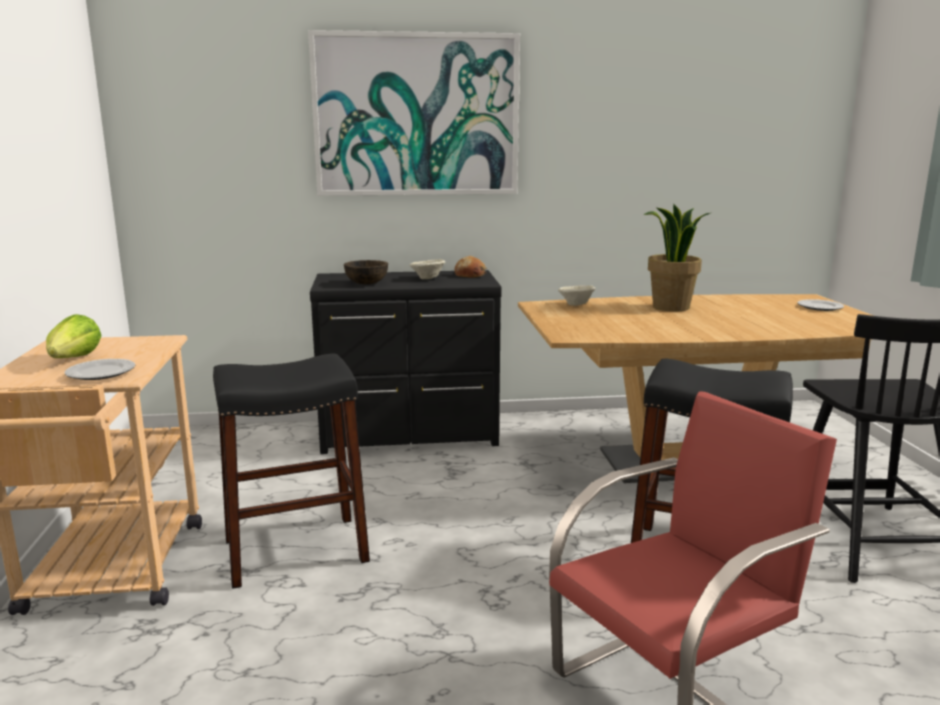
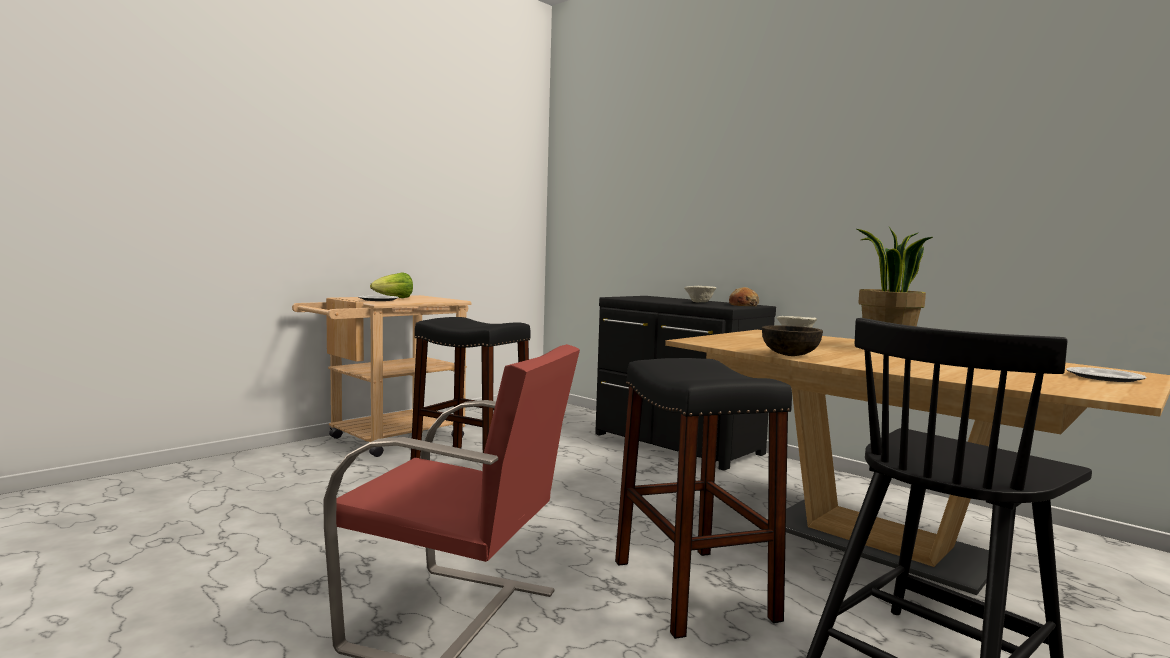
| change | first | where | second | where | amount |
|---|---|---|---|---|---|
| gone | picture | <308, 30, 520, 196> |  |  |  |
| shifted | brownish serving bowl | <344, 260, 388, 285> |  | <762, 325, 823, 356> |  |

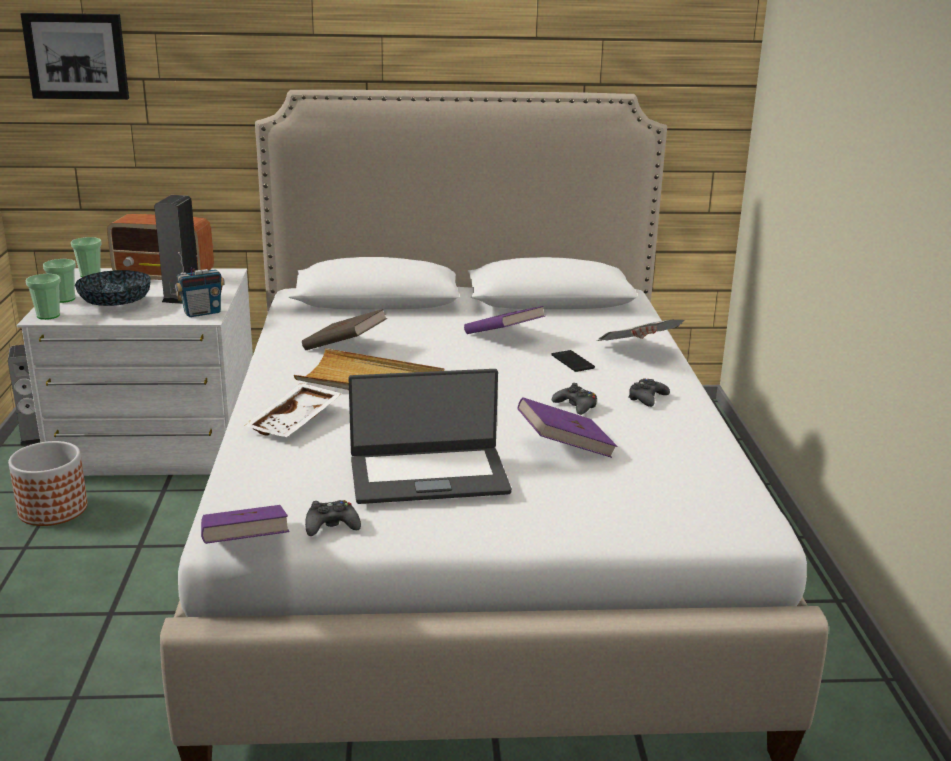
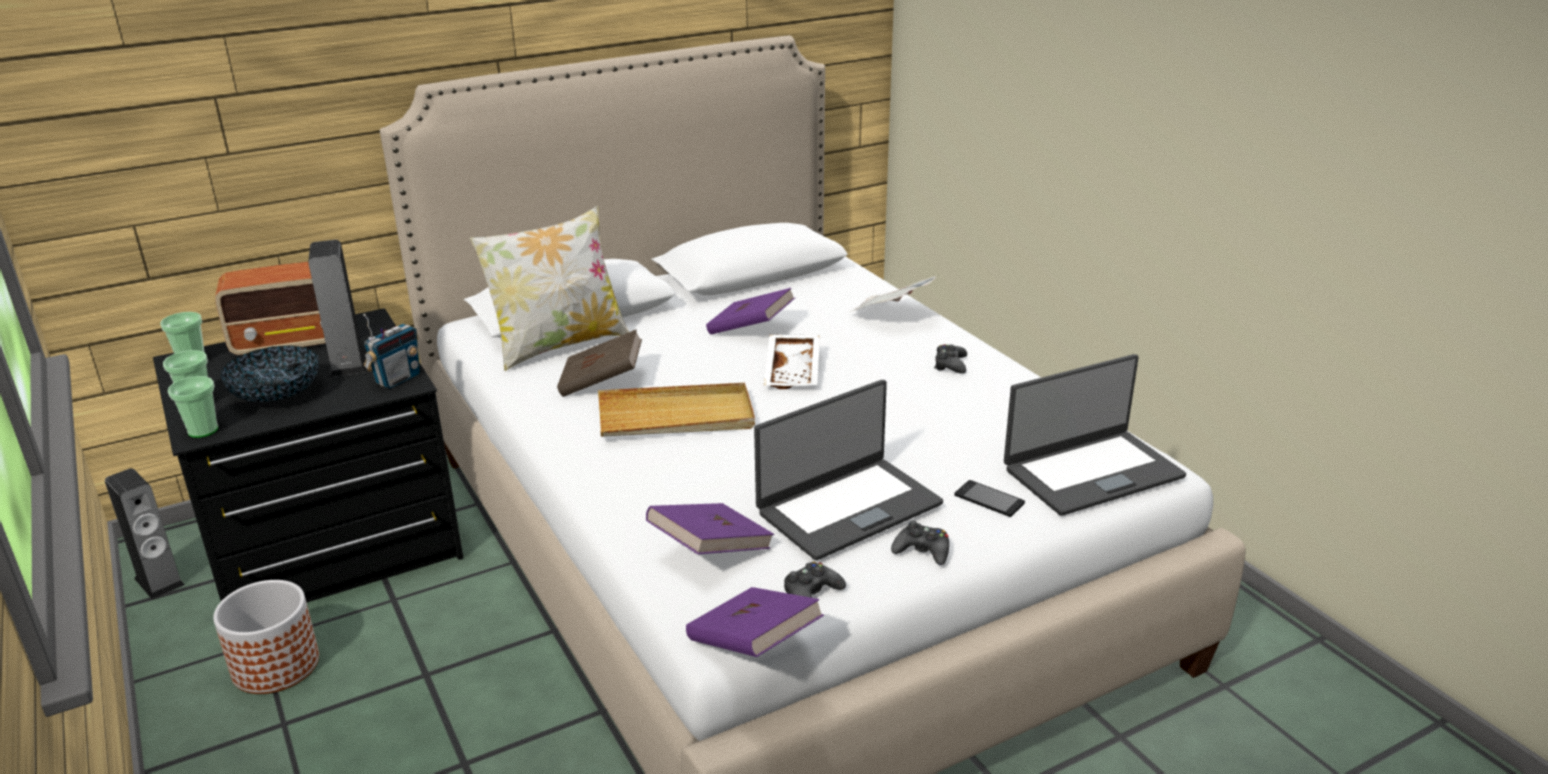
| change | first | where | second | where | amount |
|---|---|---|---|---|---|
| repainted | whitish drawer chest | <17, 268, 253, 476> | black-coloured drawer chest | <153, 308, 463, 602> |  |
| gone | picture | <20, 13, 129, 100> |  |  |  |
| shifted | whitish carrying tray | <244, 383, 342, 437> |  | <764, 335, 820, 389> |  |
| shifted | purple bound book | <517, 397, 617, 458> |  | <646, 503, 774, 554> |  |
| shifted | telephone | <551, 350, 595, 372> |  | <954, 480, 1025, 517> |  |
| shifted | black-coloured game controller | <552, 383, 597, 415> |  | <891, 520, 949, 565> |  |
| new |  |  | cushion | <470, 206, 629, 371> |  |
| new |  |  | laptop | <1004, 354, 1186, 516> |  |

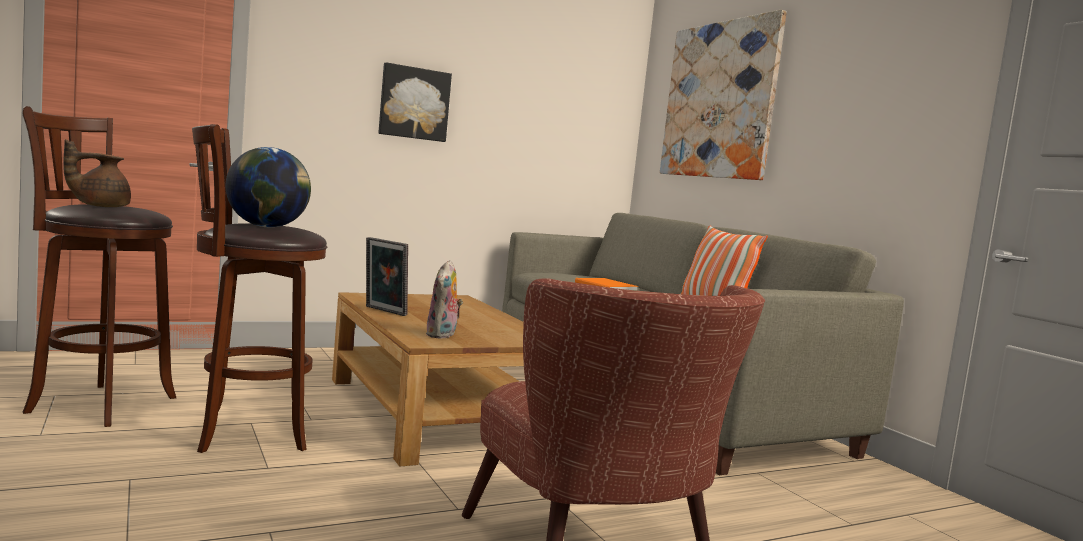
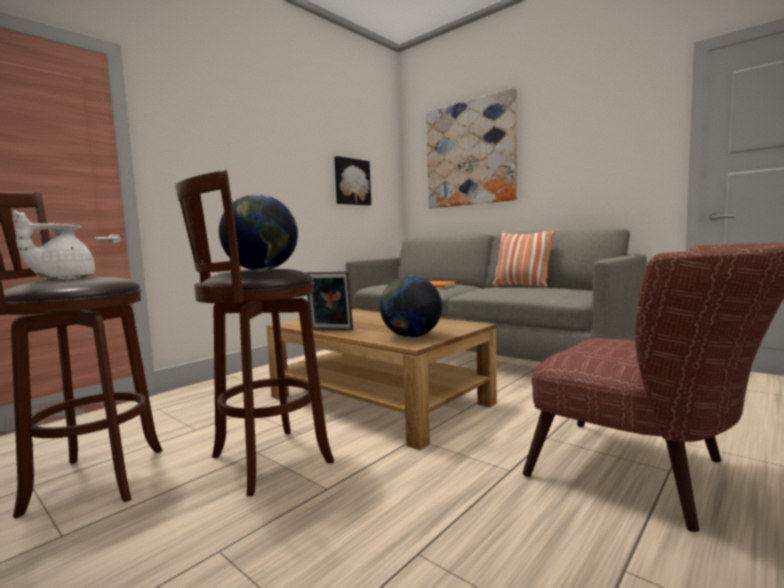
| change | first | where | second | where | amount |
|---|---|---|---|---|---|
| repainted | brownish pot for tea | <64, 139, 131, 207> | whitish pot for tea | <13, 210, 95, 280> |  |
| shifted | picture | <378, 62, 452, 142> |  | <334, 156, 371, 206> |  |
| swapped | cuddly toy | <426, 260, 463, 339> | world globe | <380, 276, 442, 337> |  |

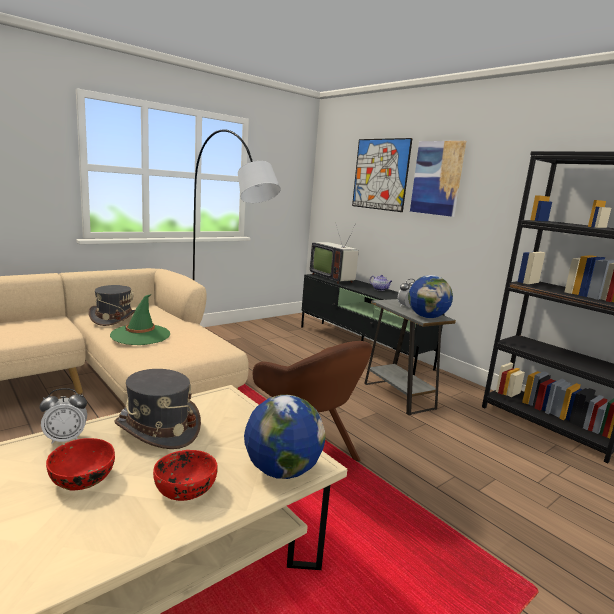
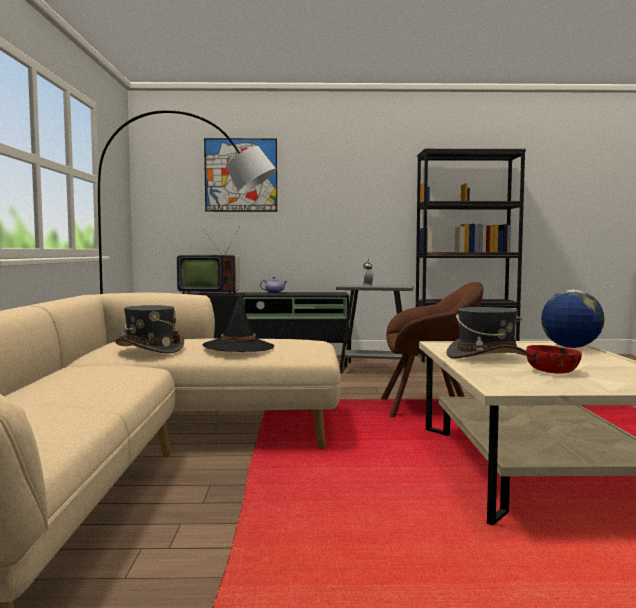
| change | first | where | second | where | amount |
|---|---|---|---|---|---|
| gone | bedside clock | <40, 388, 87, 444> |  |  |  |
| repainted | green-coloured wearable hat | <110, 294, 170, 345> | black-coloured wearable hat | <203, 293, 274, 352> |  |
| gone | reddish serving bowl | <153, 450, 218, 501> |  |  |  |
| gone | world globe | <408, 275, 453, 318> |  |  |  |
| gone | picture | <410, 141, 466, 217> |  |  |  |

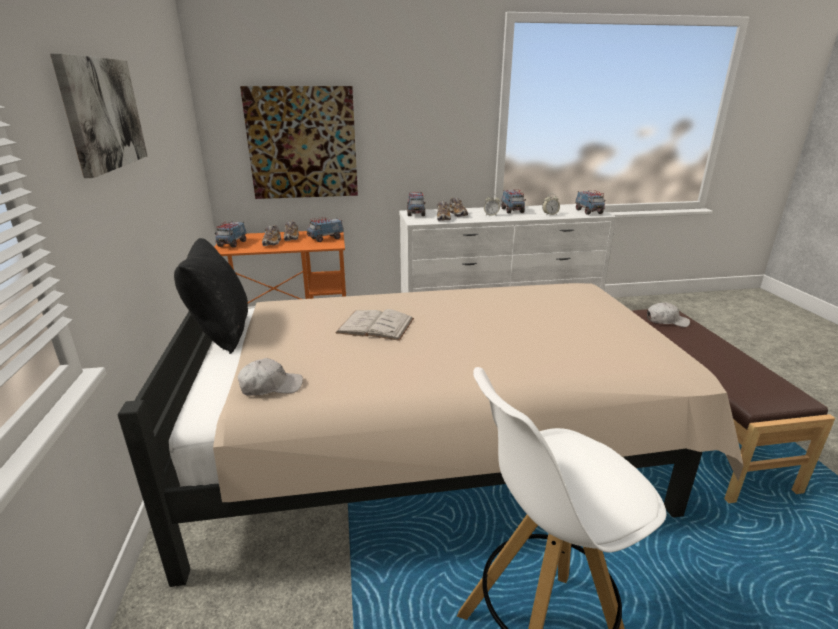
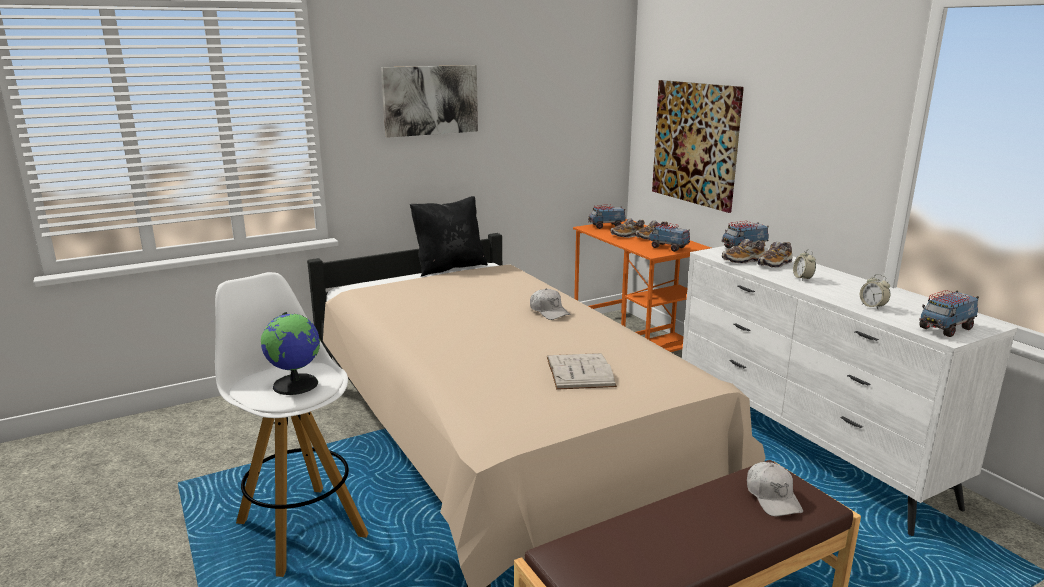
| change | first | where | second | where | amount |
|---|---|---|---|---|---|
| shifted | whitish baseball cap | <238, 358, 303, 396> |  | <530, 288, 571, 320> |  |
| shifted | whitish bound book | <336, 309, 414, 341> |  | <547, 353, 617, 390> |  |
| gone | model truck | <501, 190, 526, 213> |  |  |  |
| new |  |  | world globe | <261, 312, 320, 395> |  |

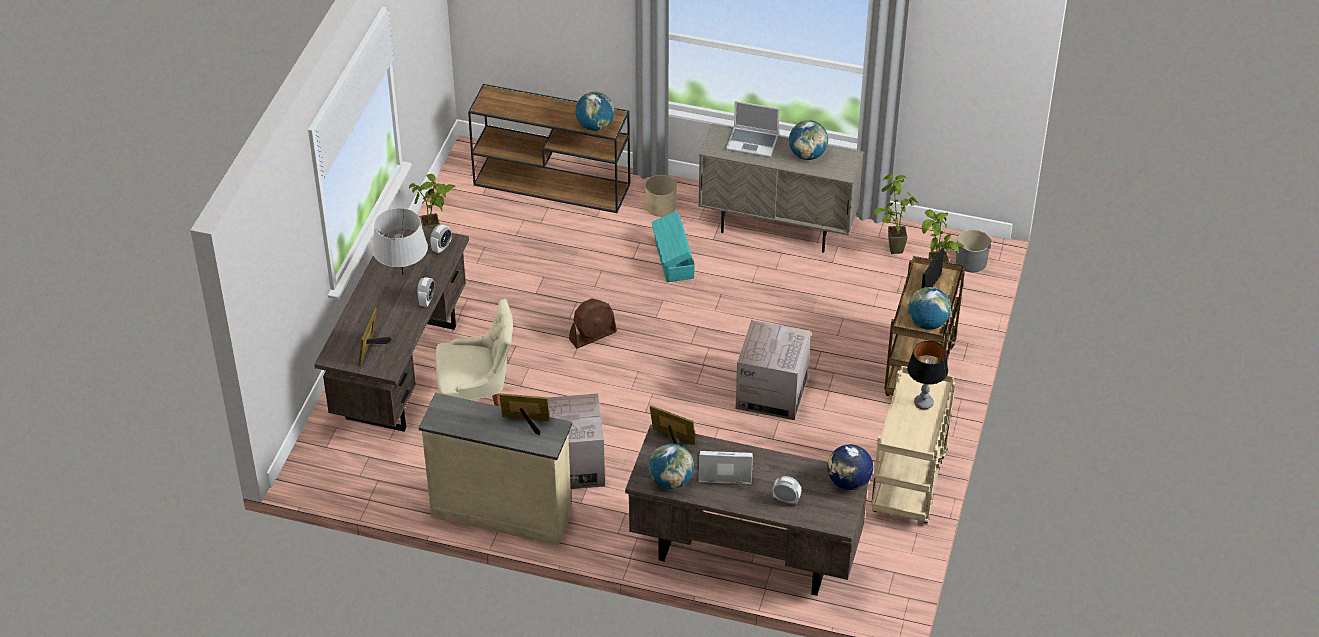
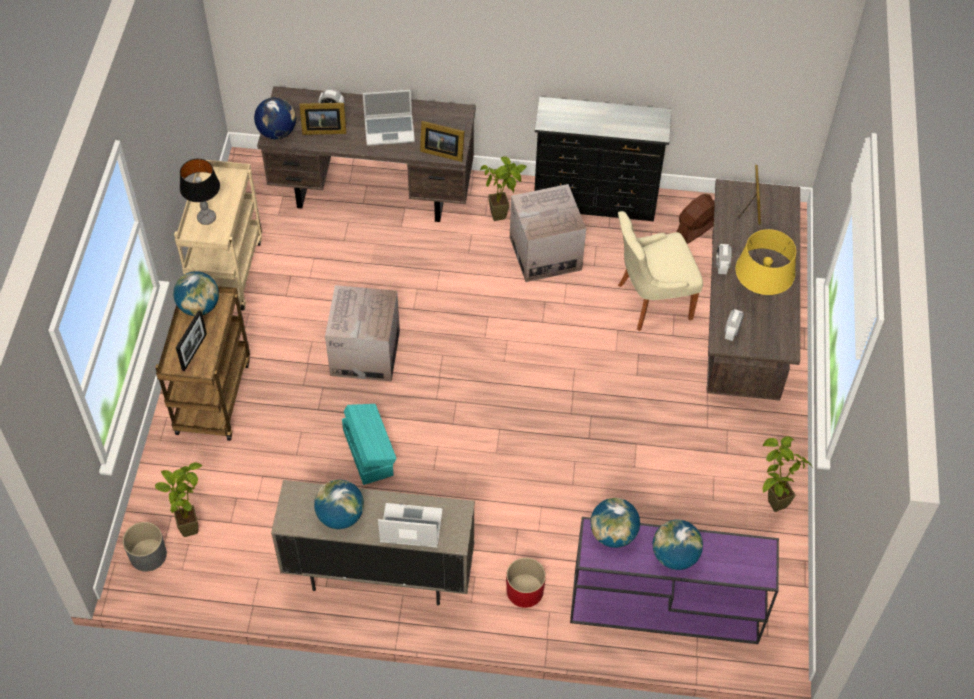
| change | first | where | second | where | amount |
|---|---|---|---|---|---|
| repainted | grey tabletop lamp | <372, 208, 428, 275> | yellowish tabletop lamp | <736, 229, 796, 295> |  |
| repainted | beige drawer chest | <419, 393, 572, 546> | black-coloured drawer chest | <534, 97, 672, 222> |  |
| repainted | brownish hall table | <468, 84, 630, 213> | purple hall table | <570, 517, 779, 644> |  |
| shifted | photo frame | <499, 393, 550, 436> |  | <299, 103, 346, 135> |  |
| shifted | brownish cooling fan | <569, 298, 617, 349> |  | <676, 194, 714, 244> |  |
| repainted | beige planter | <645, 175, 677, 217> | reddish planter | <506, 558, 546, 608> |  |
| shifted | world globe | <648, 443, 694, 489> |  | <653, 519, 703, 570> |  |
| shifted | turquoise-coloured storage box | <651, 211, 694, 282> |  | <342, 404, 397, 485> |  |
| shifted | houseplant | <872, 175, 919, 254> |  | <480, 156, 527, 221> |  |

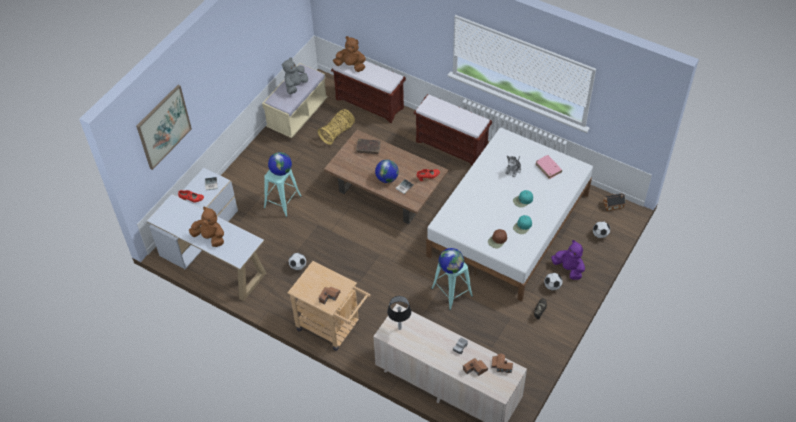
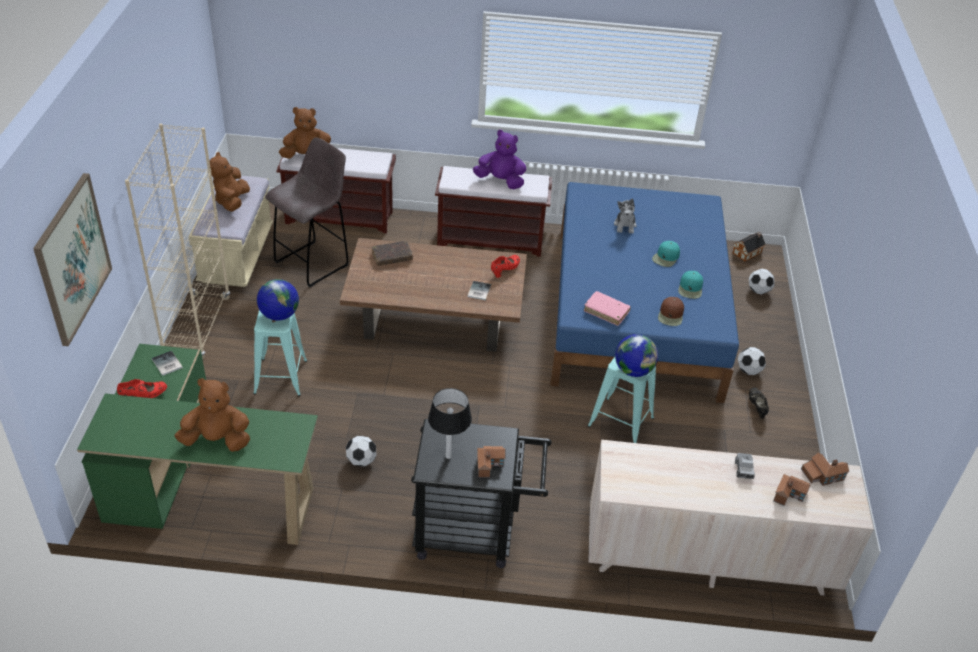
| change | first | where | second | where | amount |
|---|---|---|---|---|---|
| repainted | whitish desk unit | <147, 168, 266, 301> | green-coloured desk unit | <77, 344, 318, 545> |  |
| repainted | grey cuddly toy | <282, 57, 308, 94> | brownish cuddly toy | <209, 152, 250, 212> |  |
| repainted | beige cart | <288, 261, 371, 351> | black-coloured cart | <411, 419, 551, 568> |  |
| swapped | basket | <318, 109, 355, 145> | grey stool seat | <265, 138, 349, 287> |  |
| gone | world globe | <375, 160, 399, 183> |  |  |  |
| shifted | tabletop lamp | <387, 296, 411, 330> |  | <428, 388, 472, 459> |  |
| repainted | whitish sleeping bed | <426, 128, 593, 302> | blue sleeping bed | <550, 182, 739, 403> |  |
| shifted | pink bound book | <535, 155, 562, 179> |  | <584, 291, 631, 326> |  |
| shifted | purple cuddly toy | <551, 240, 585, 280> |  | <473, 130, 527, 189> |  |
| new |  |  | beige bookcase | <125, 124, 230, 359> |  |

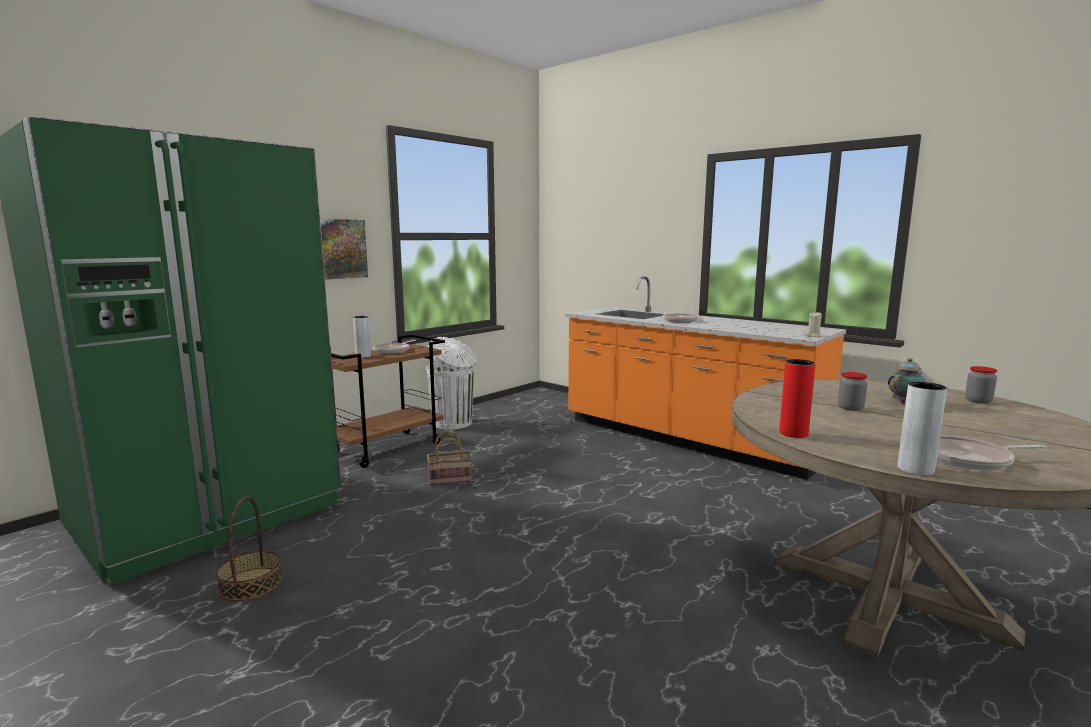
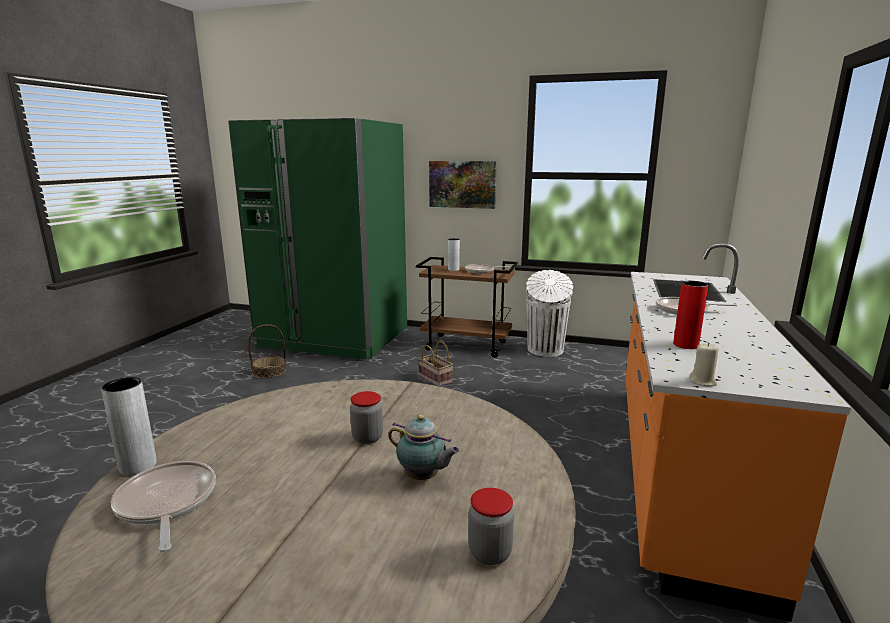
| change | first | where | second | where | amount |
|---|---|---|---|---|---|
| shifted | reddish flower vase | <779, 359, 815, 438> |  | <673, 281, 708, 349> |  |

